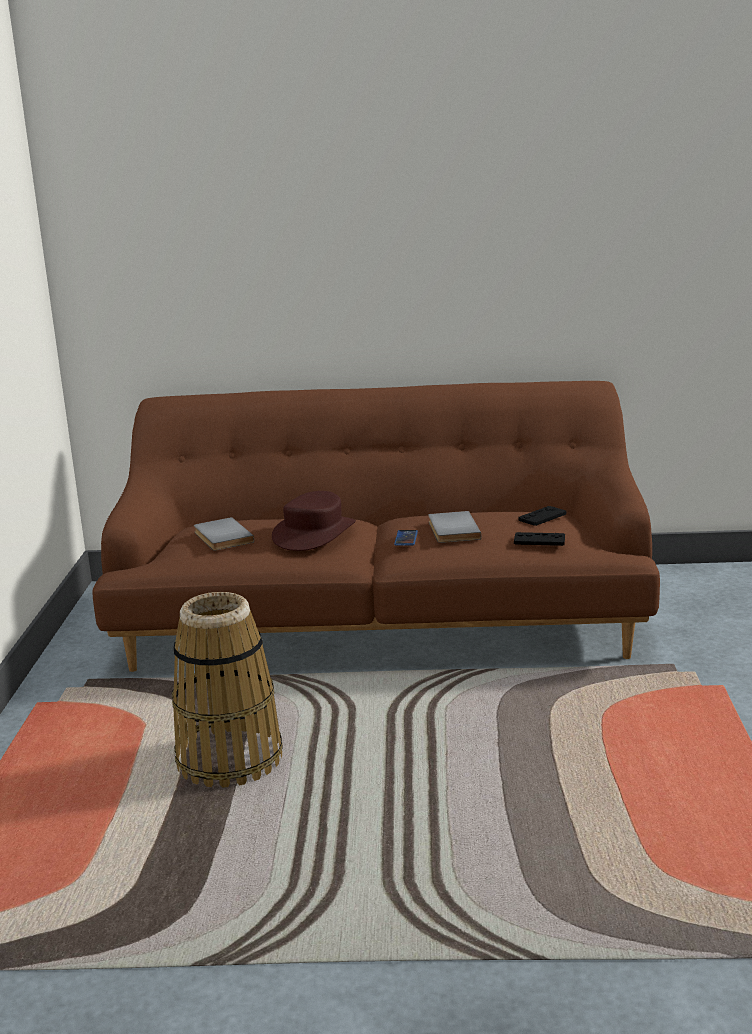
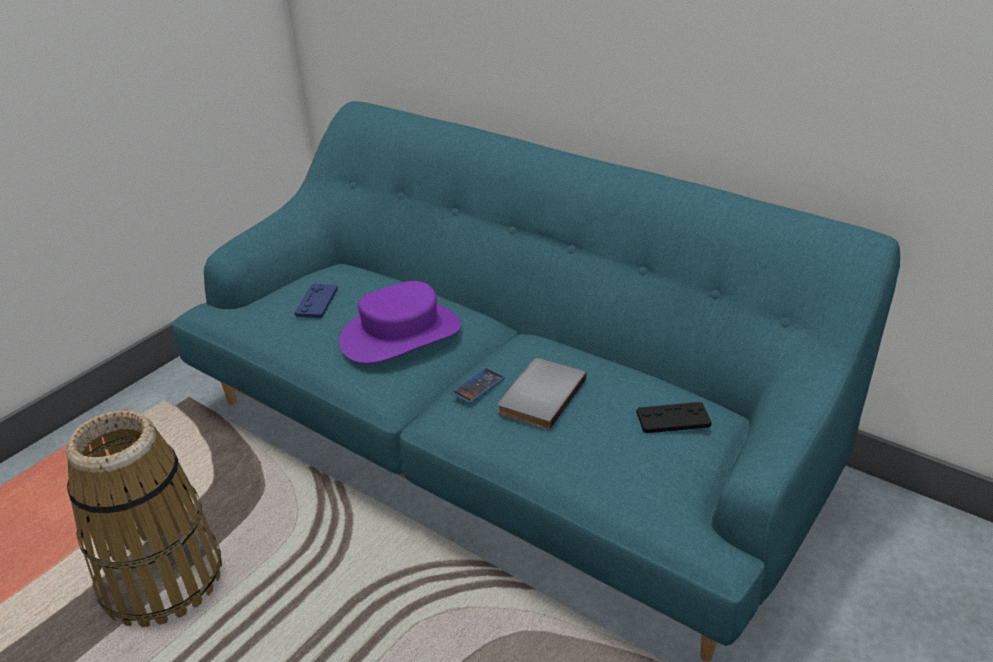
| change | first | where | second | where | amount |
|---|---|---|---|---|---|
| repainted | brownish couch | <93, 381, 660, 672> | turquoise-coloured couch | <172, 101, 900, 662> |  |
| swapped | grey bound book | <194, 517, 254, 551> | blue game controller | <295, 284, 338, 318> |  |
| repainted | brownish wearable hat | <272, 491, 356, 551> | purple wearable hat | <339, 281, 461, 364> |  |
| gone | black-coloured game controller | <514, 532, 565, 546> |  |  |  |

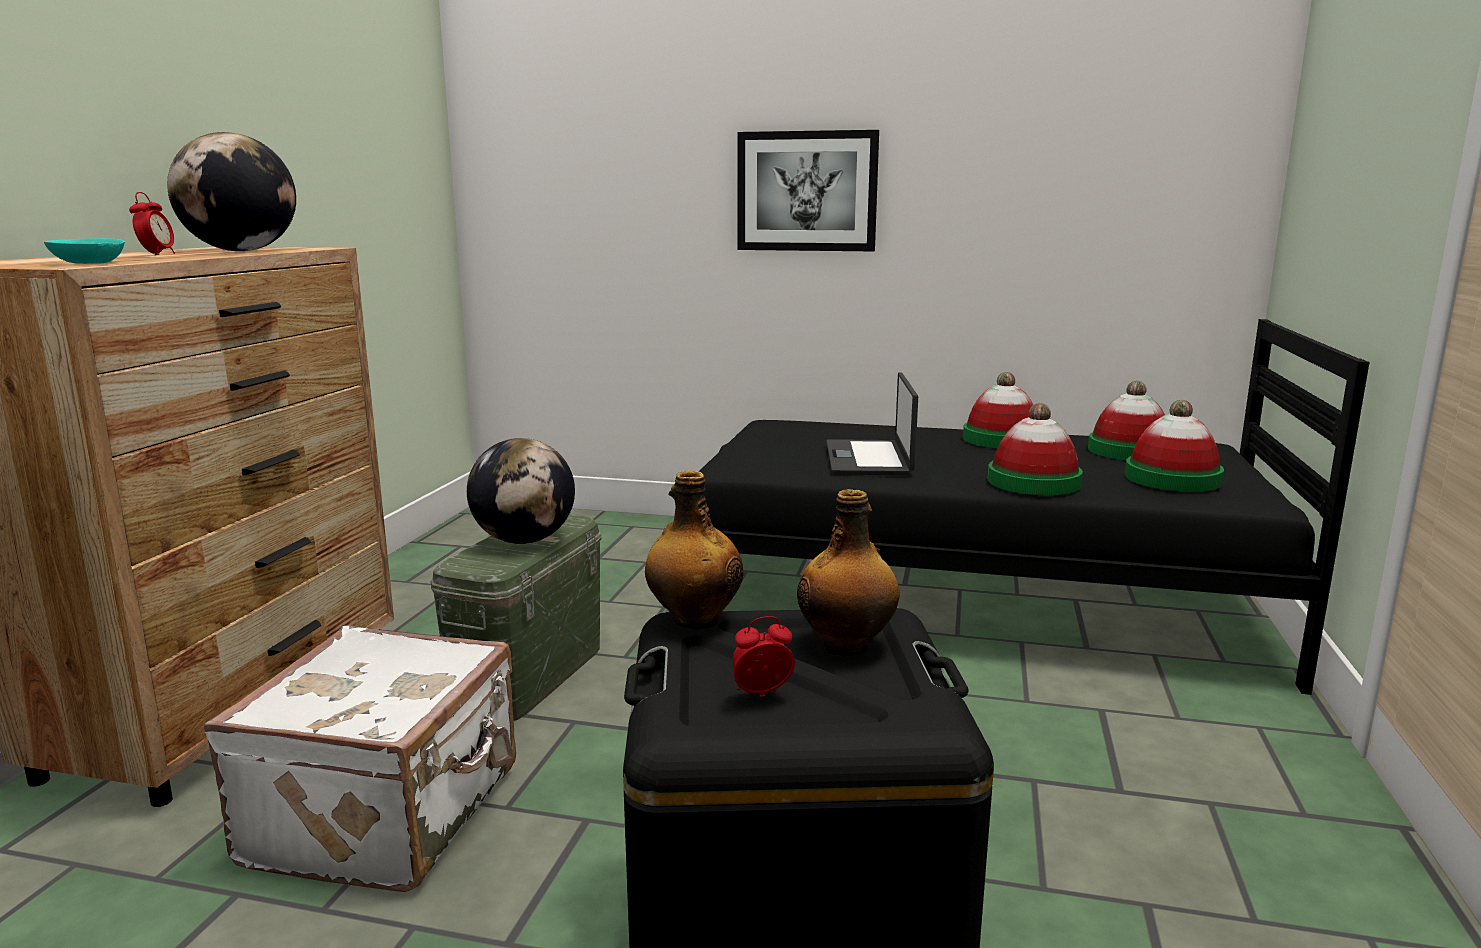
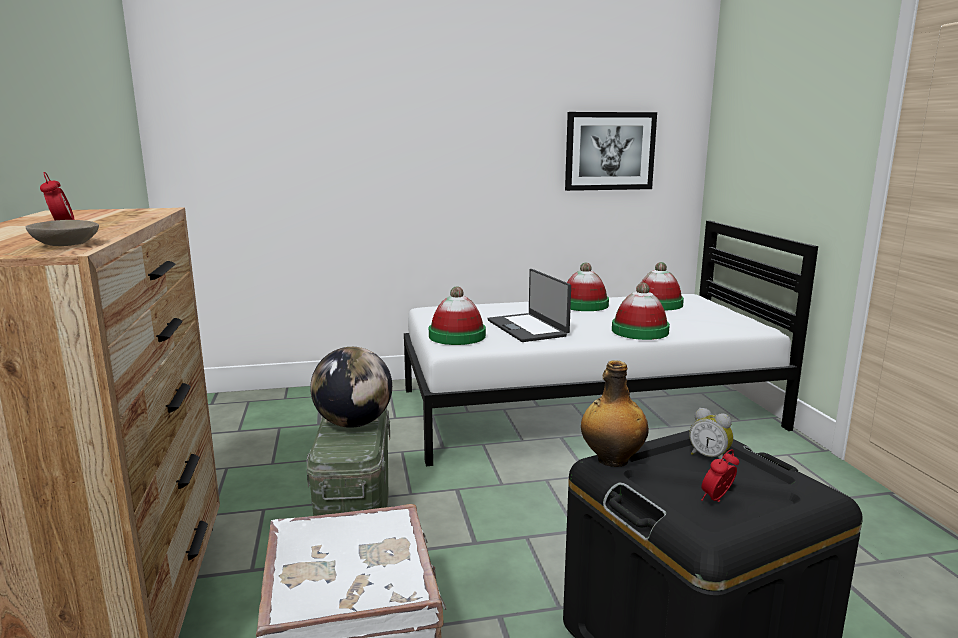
| change | first | where | second | where | amount |
|---|---|---|---|---|---|
| repainted | turquoise-coloured serving bowl | <44, 238, 125, 264> | beige serving bowl | <26, 220, 99, 246> |  |
| gone | world globe | <167, 132, 296, 251> |  |  |  |
| repainted | black-coloured sleeping bed | <699, 319, 1370, 695> | whitish sleeping bed | <404, 221, 818, 466> |  |
| shifted | picture | <737, 130, 879, 251> |  | <565, 112, 657, 191> |  |
| swapped | bottle | <797, 489, 900, 657> | bedside clock | <689, 408, 733, 460> |  |
| shifted | wearable hat | <1125, 400, 1224, 492> |  | <429, 286, 486, 345> |  |

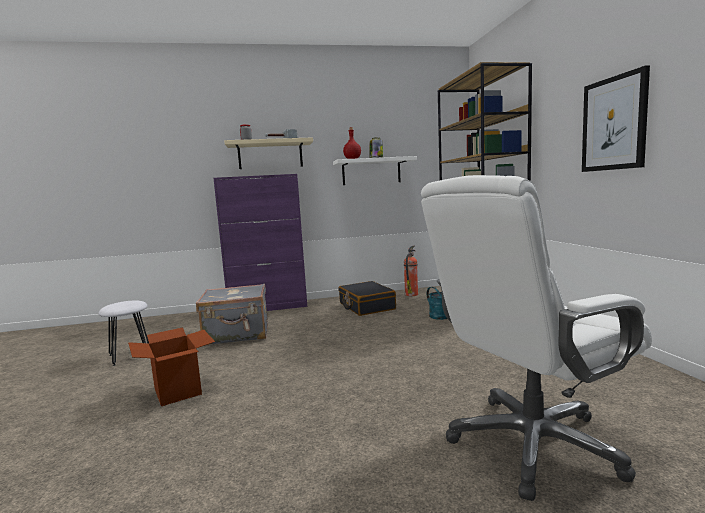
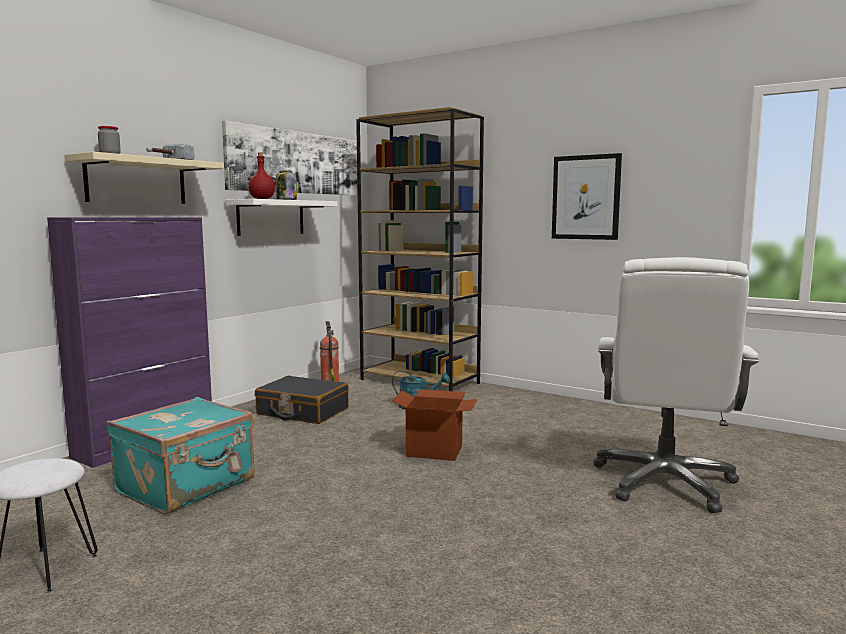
| change | first | where | second | where | amount |
|---|---|---|---|---|---|
| shifted | packing box | <128, 327, 215, 406> |  | <392, 389, 477, 461> |  |
| repainted | grey suitcase | <196, 284, 268, 345> | turquoise-coloured suitcase | <107, 397, 255, 514> |  |
| new |  |  | picture | <222, 121, 358, 195> |  |

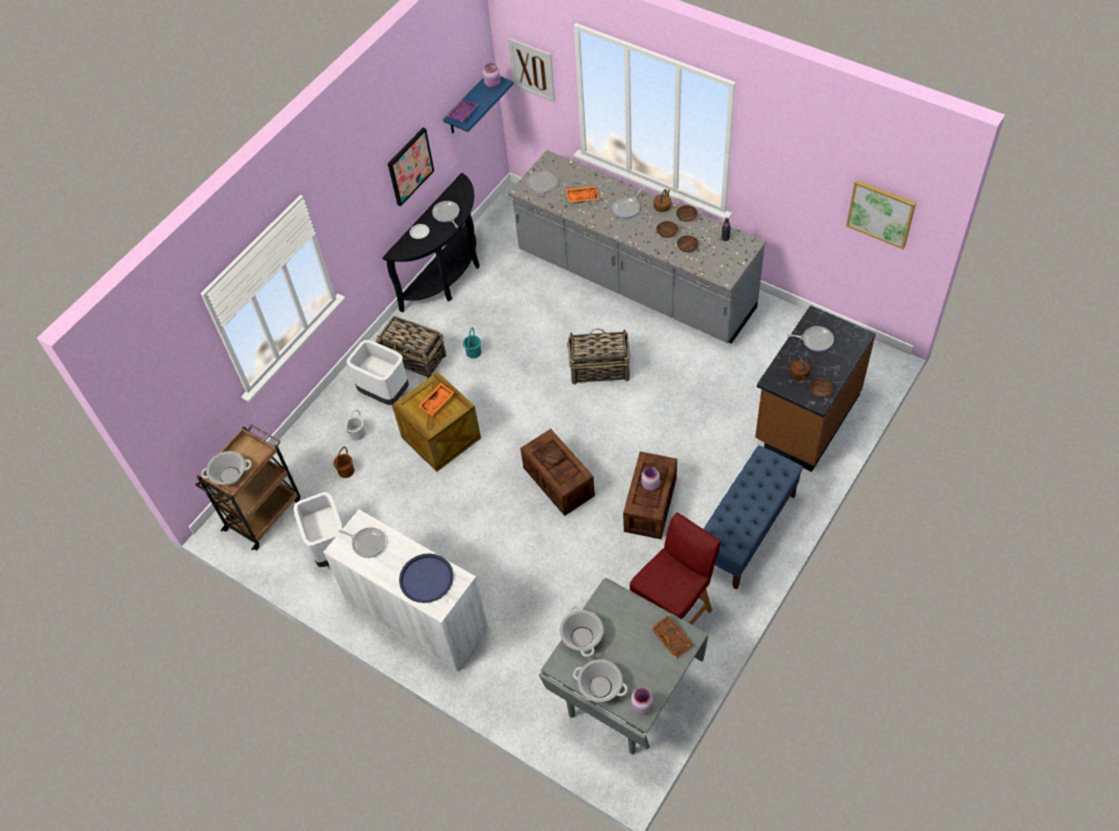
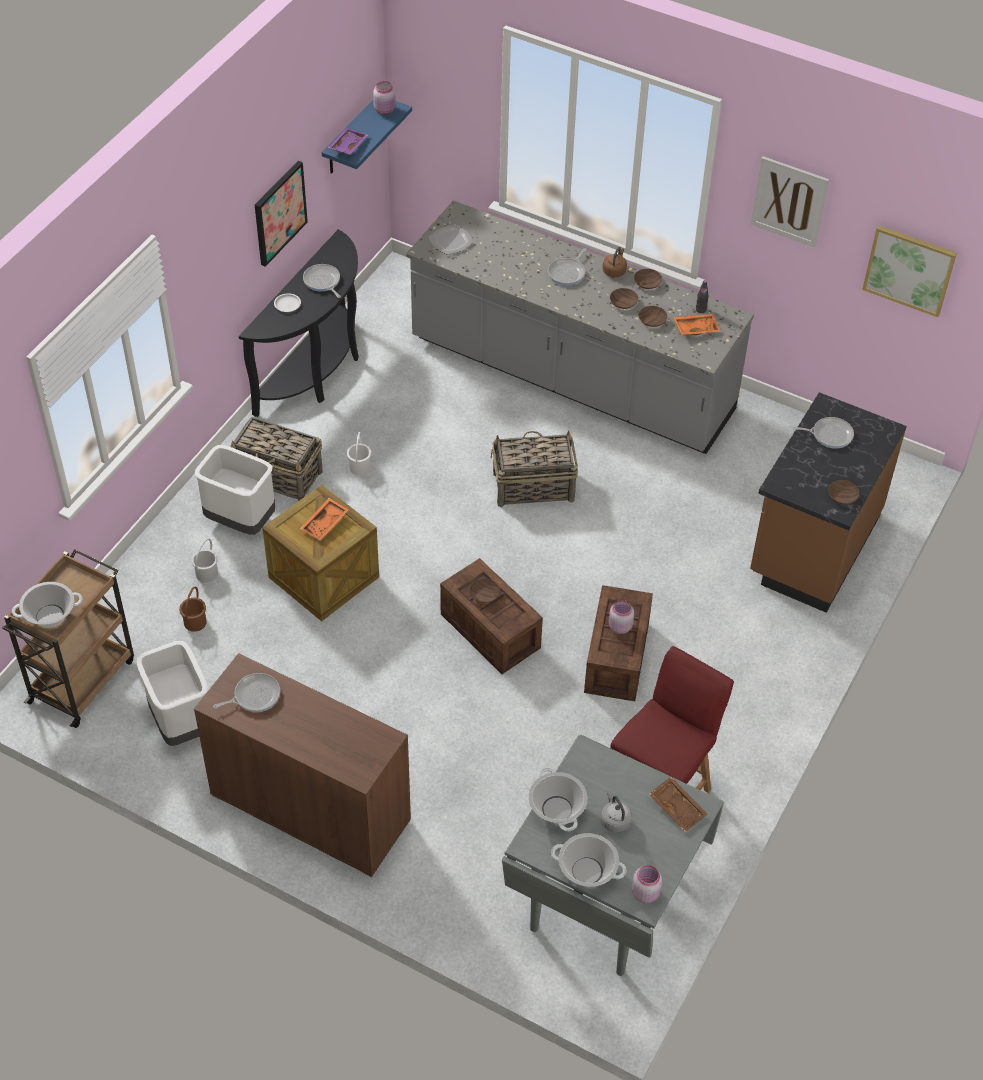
| change | first | where | second | where | amount |
|---|---|---|---|---|---|
| repainted | whitish cabinet | <323, 510, 489, 671> | brownish cabinet | <194, 653, 411, 877> |  |
| rotated | pan | <338, 527, 385, 558> |  | <213, 673, 280, 712> | 45 degrees counterclockwise |
| gone | blue carrying tray | <399, 553, 454, 603> |  |  |  |
| repainted | turquoise-coloured bucket | <463, 327, 481, 359> | whitish bucket | <347, 432, 371, 476> |  |
| shifted | picture | <508, 38, 555, 102> |  | <751, 156, 829, 248> |  |
| shifted | orangey carrying tray | <565, 186, 600, 202> |  | <673, 314, 721, 335> |  |
| gone | blue indoor bench | <704, 445, 803, 590> |  |  |  |
| gone | brownish water kettle | <790, 355, 811, 380> |  |  |  |
| new |  |  | grey water kettle | <601, 791, 632, 833> |  |

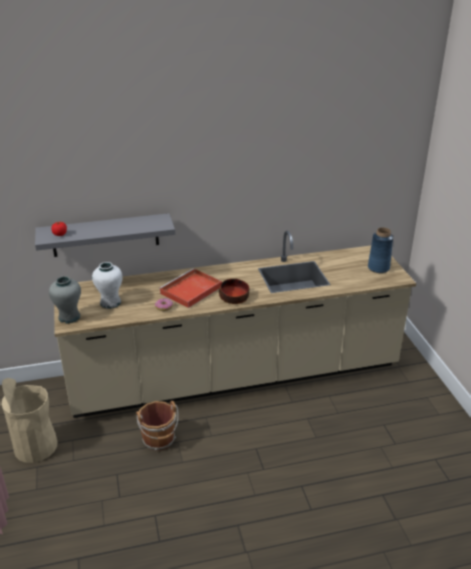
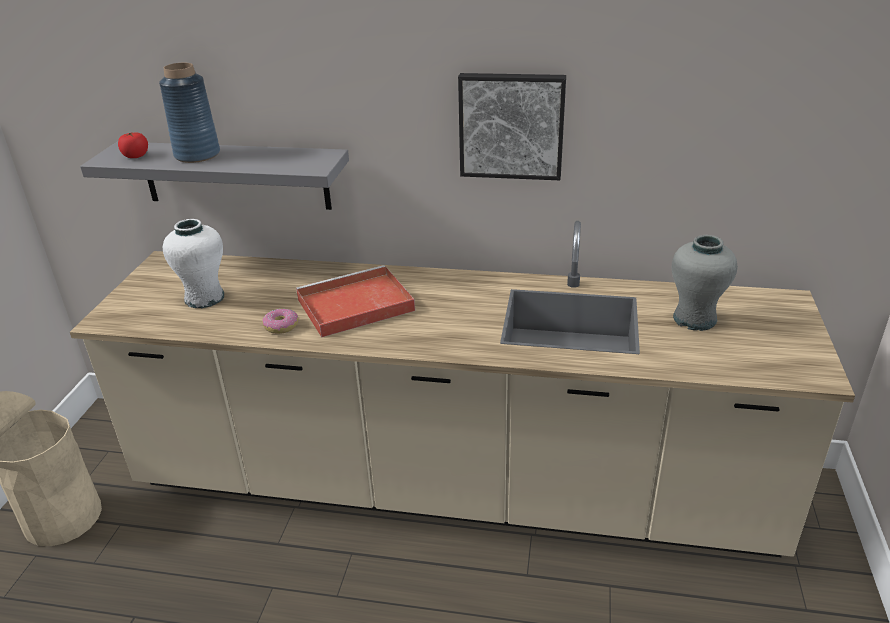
| change | first | where | second | where | amount |
|---|---|---|---|---|---|
| shifted | grey flower vase | <49, 276, 81, 324> |  | <672, 235, 737, 331> |  |
| gone | brownish bucket | <136, 401, 179, 451> |  |  |  |
| gone | serving bowl | <219, 279, 249, 304> |  |  |  |
| shifted | blue flower vase | <368, 227, 393, 273> |  | <159, 63, 220, 163> |  |
| new |  |  | picture | <458, 73, 566, 180> |  |

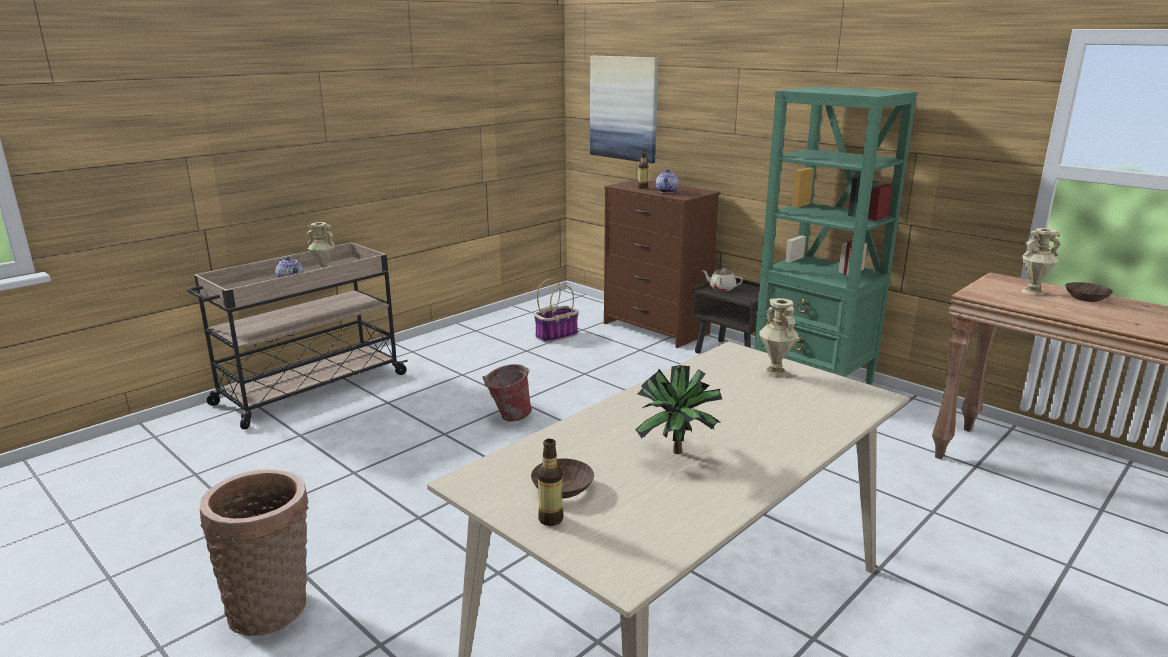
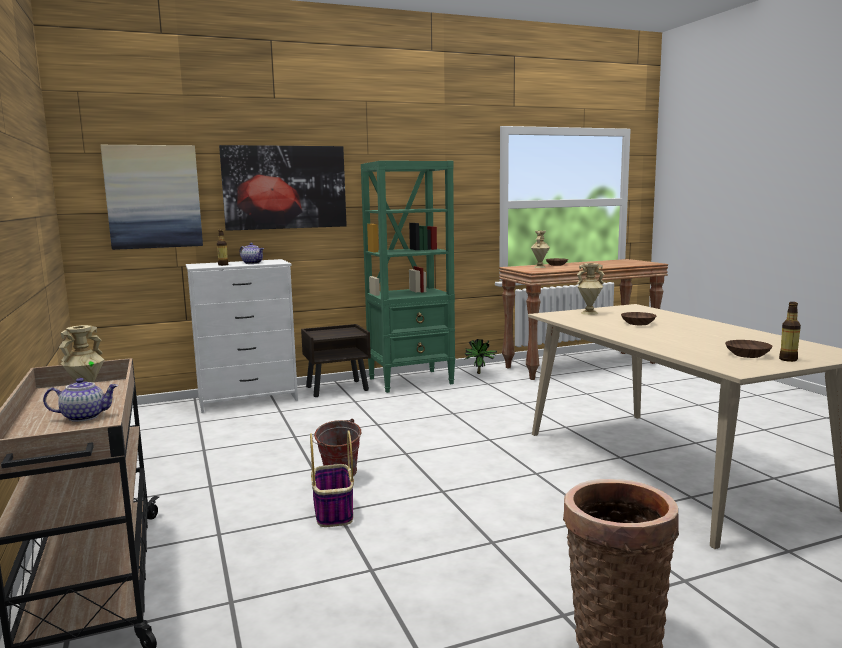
| change | first | where | second | where | amount |
|---|---|---|---|---|---|
| shifted | basket | <534, 279, 579, 343> |  | <310, 430, 354, 527> |  |
| repainted | brownish drawer chest | <604, 180, 720, 348> | whitish drawer chest | <186, 259, 298, 413> |  |
| shifted | houseplant | <635, 365, 722, 454> |  | <464, 339, 497, 374> |  |
| gone | beige pot for tea | <702, 268, 743, 291> |  |  |  |
| new |  |  | picture | <219, 145, 347, 231> |  |
| new |  |  | brownish serving bowl | <621, 312, 656, 325> |  |

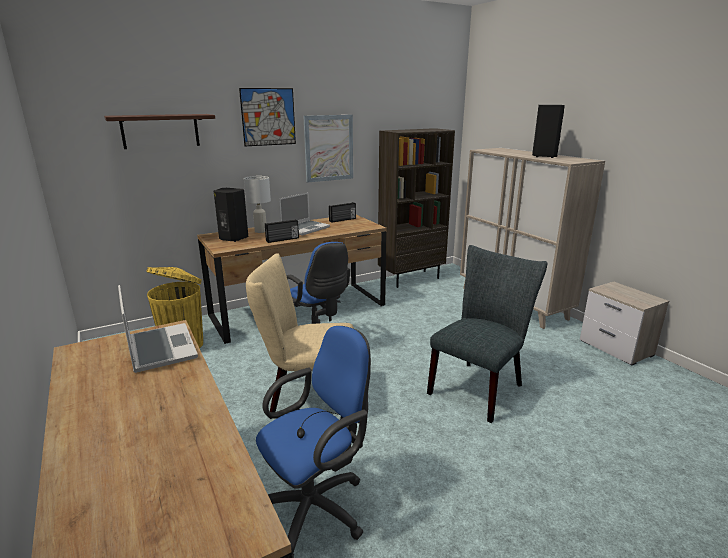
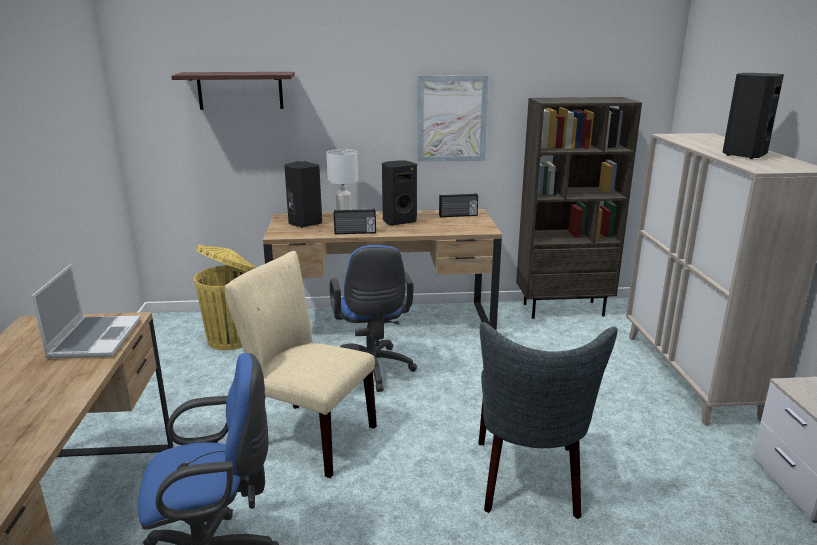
| change | first | where | second | where | amount |
|---|---|---|---|---|---|
| gone | picture | <239, 88, 296, 146> |  |  |  |
| swapped | laptop | <279, 192, 330, 235> | black-coloured audio speaker | <382, 160, 417, 226> |  |
| rotated | grey chair | <427, 245, 548, 423> |  | <479, 322, 618, 519> | 120 degrees clockwise |

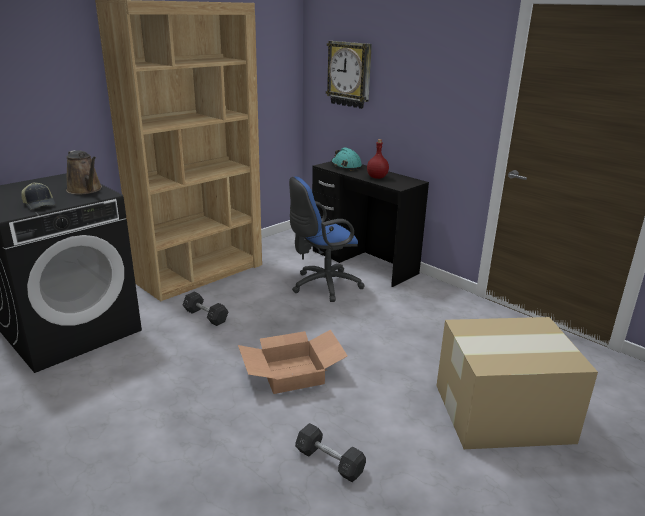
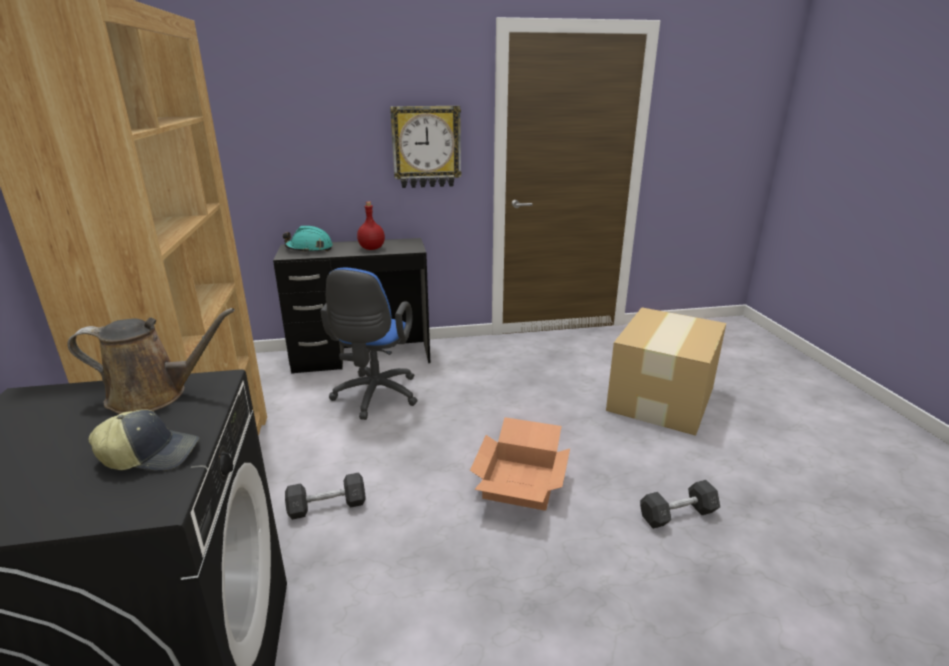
| change | first | where | second | where | amount |
|---|---|---|---|---|---|
| shifted | wall clock | <326, 41, 372, 109> |  | <390, 106, 461, 188> |  |

